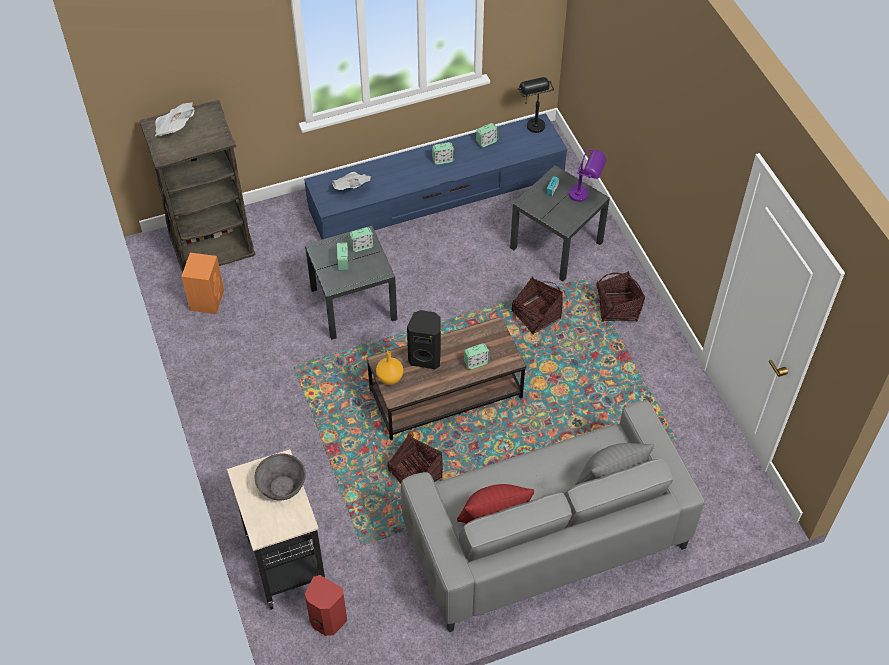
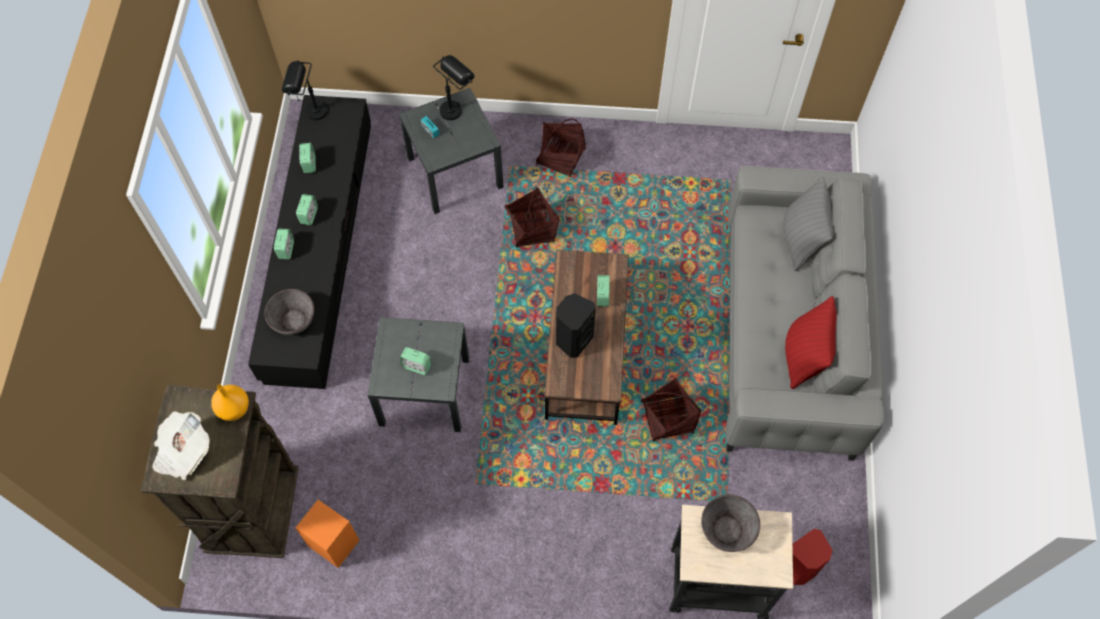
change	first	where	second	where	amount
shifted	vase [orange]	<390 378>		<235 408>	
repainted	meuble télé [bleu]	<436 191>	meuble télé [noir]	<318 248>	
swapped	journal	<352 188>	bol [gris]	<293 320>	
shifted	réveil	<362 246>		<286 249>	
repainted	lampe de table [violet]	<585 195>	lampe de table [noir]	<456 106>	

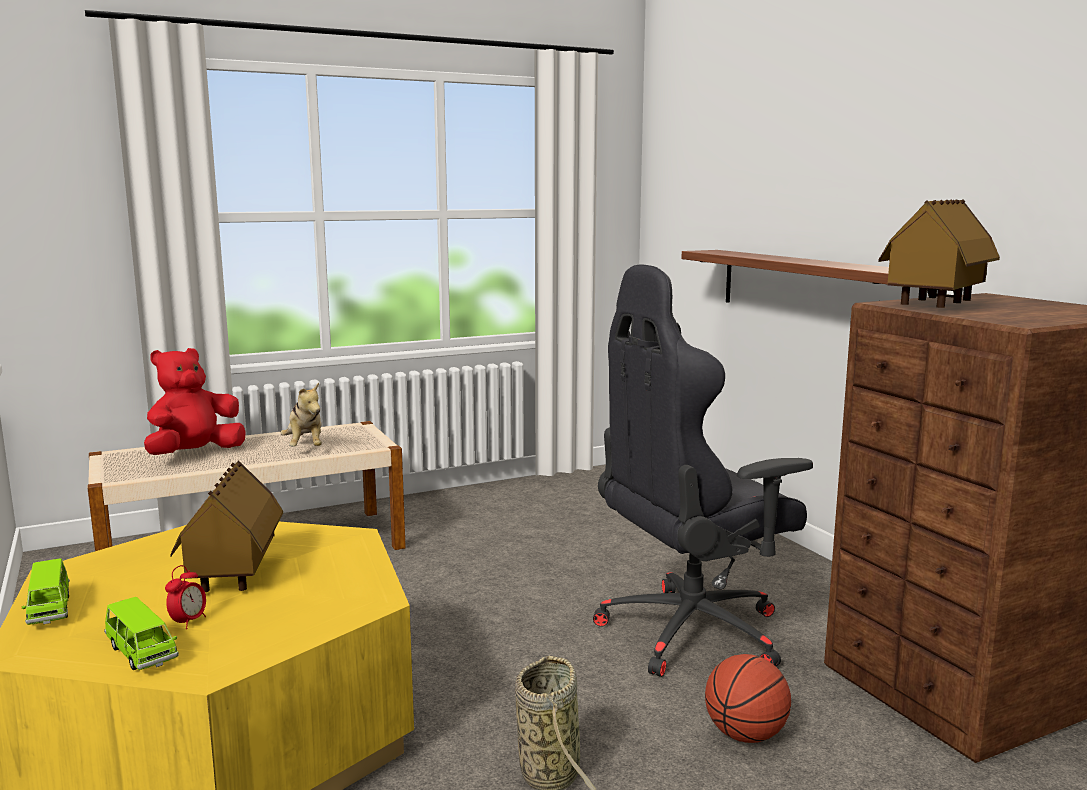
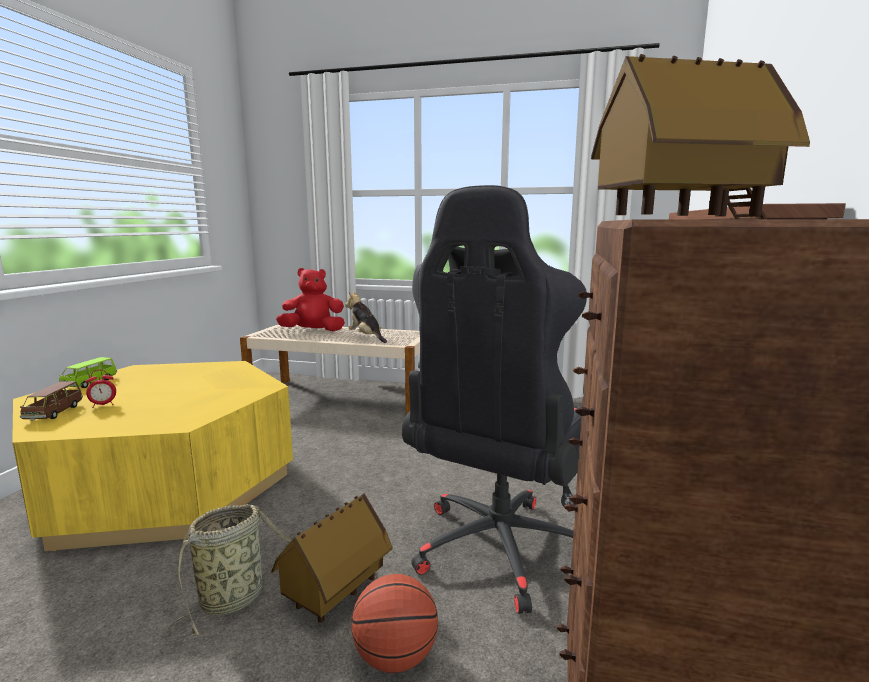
change	first	where	second	where	amount
repainted	petite voiture [vert]	<141 653>	petite voiture [marron]	<54 413>	
shifted	maison miniature	<233 575>		<336 593>	
rotated	peluche	<305 447>		<366 337>	120 degrees clockwise
rotated	chaise de bureau [noir]	<693 631>		<500 546>	75 degrees counterclockwise

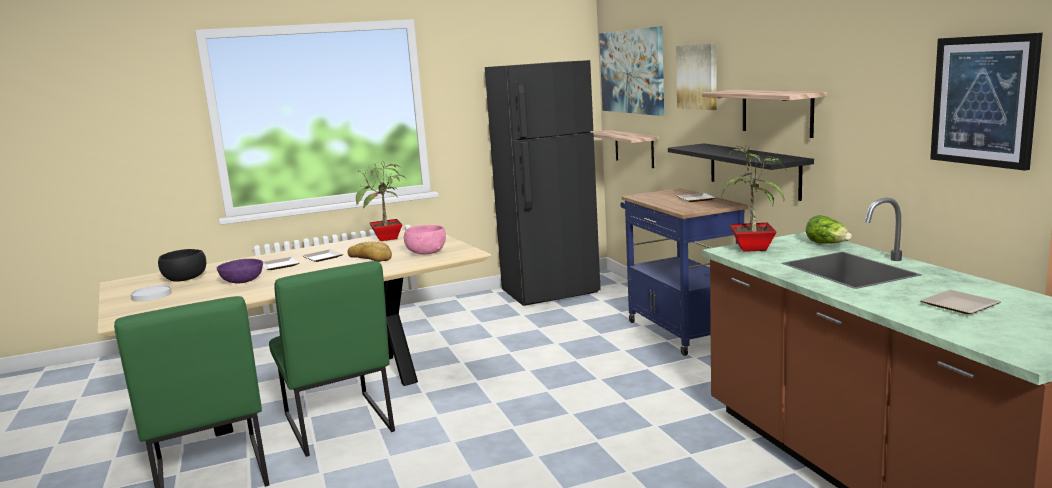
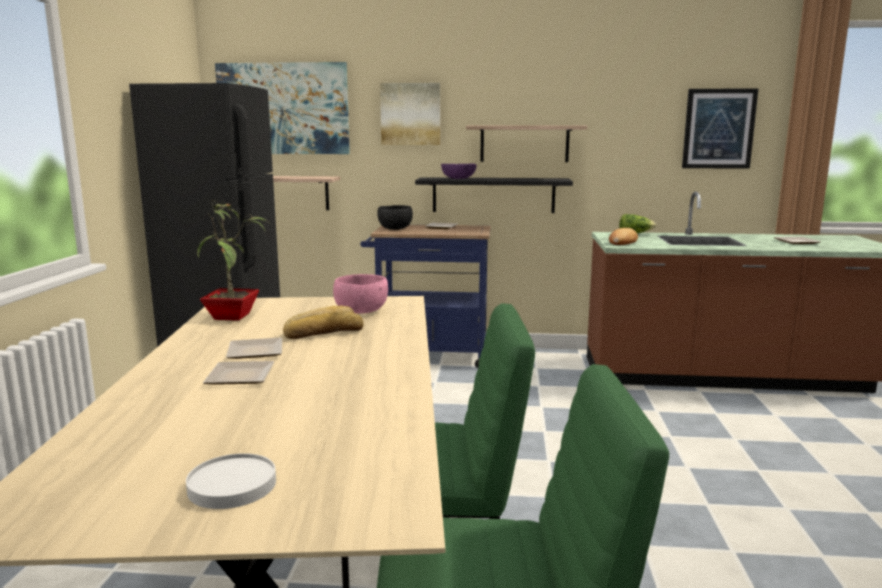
change	first	where	second	where	amount
shifted	bol [noir]	<185 279>		<395 228>	
shifted	bol [violet]	<242 281>		<458 178>	
swapped	plante en pot	<754 248>	pain	<622 242>	

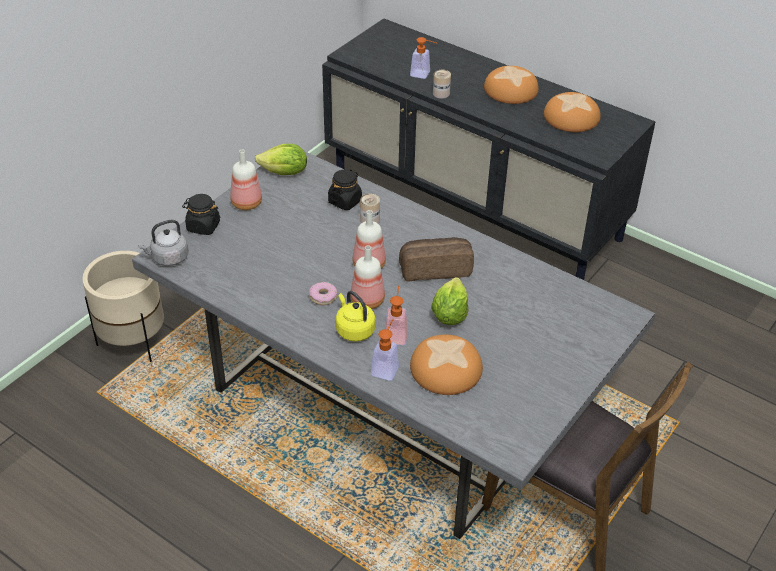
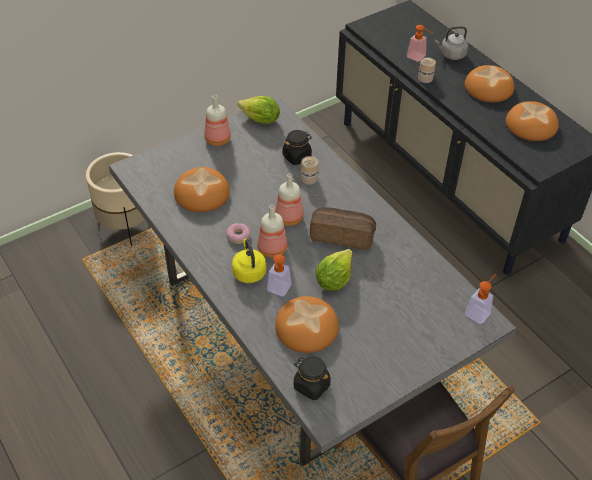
change	first	where	second	where	amount
new			pain	<201 193>	
shifted	bocal [noir]	<203 226>		<311 386>	
shifted	bouilloire [gris]	<168 258>		<451 55>	
shifted	distributeur de savon	<386 367>		<479 311>	

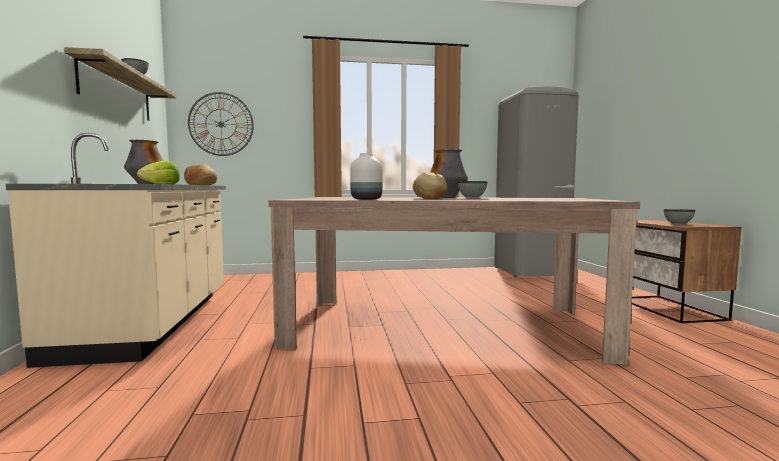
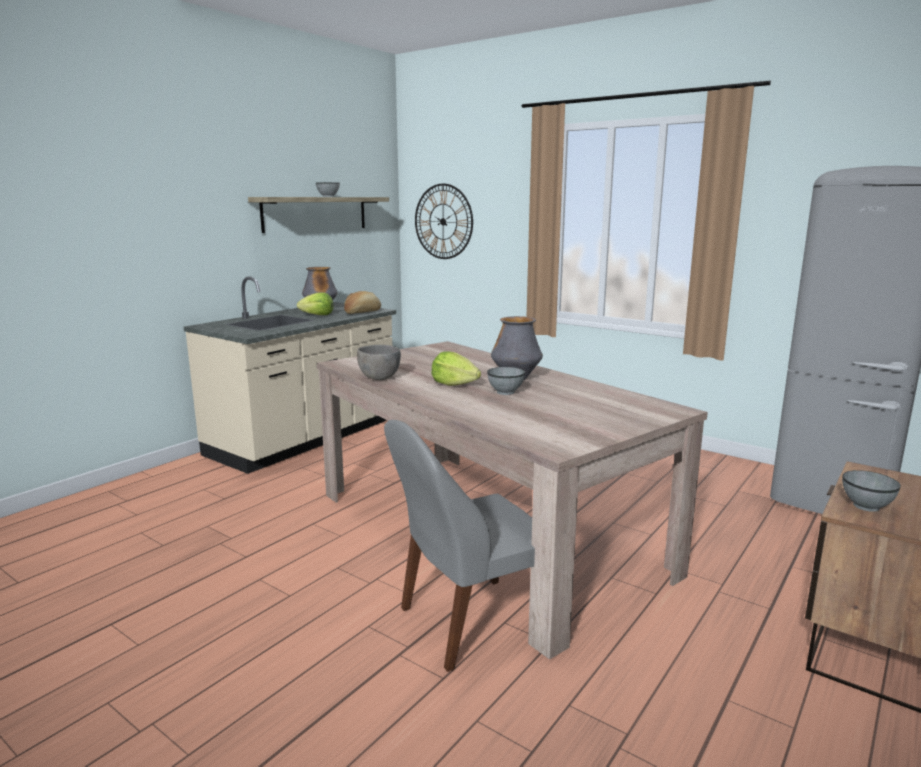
change	first	where	second	where	amount
swapped	vase [blanc]	<365 199>	bol [gris]	<379 378>	
new			chaise [gris]	<469 623>	
swapped	pain	<428 198>	laitue	<454 384>	

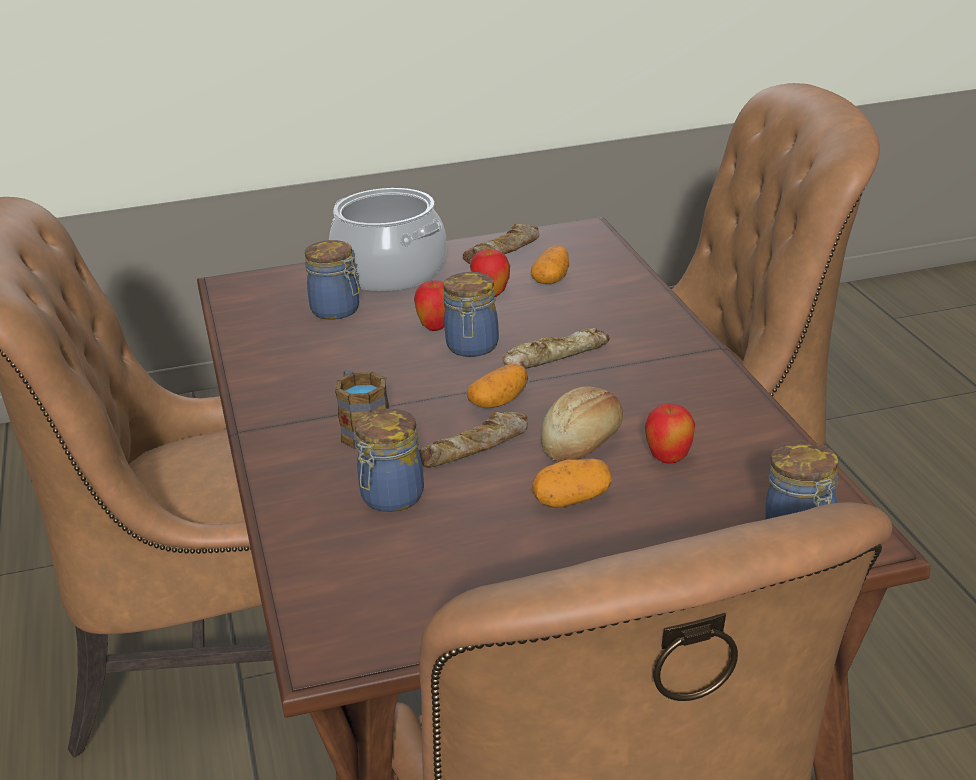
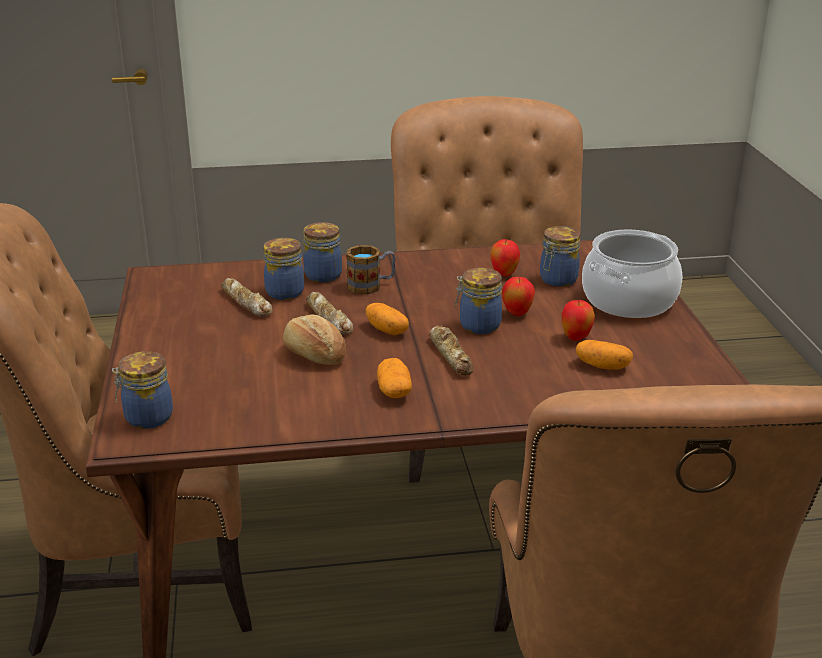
change	first	where	second	where	amount
shifted	pain	<503 251>		<245 303>	
new			bocal	<323 274>	
shifted	pomme de terre	<572 500>		<394 391>	
shifted	pomme	<669 460>		<504 274>	

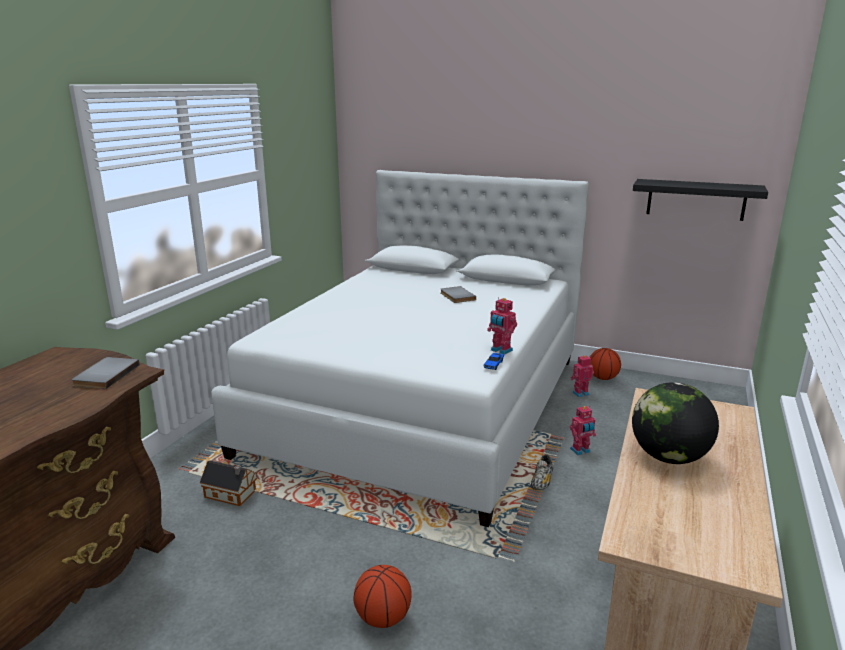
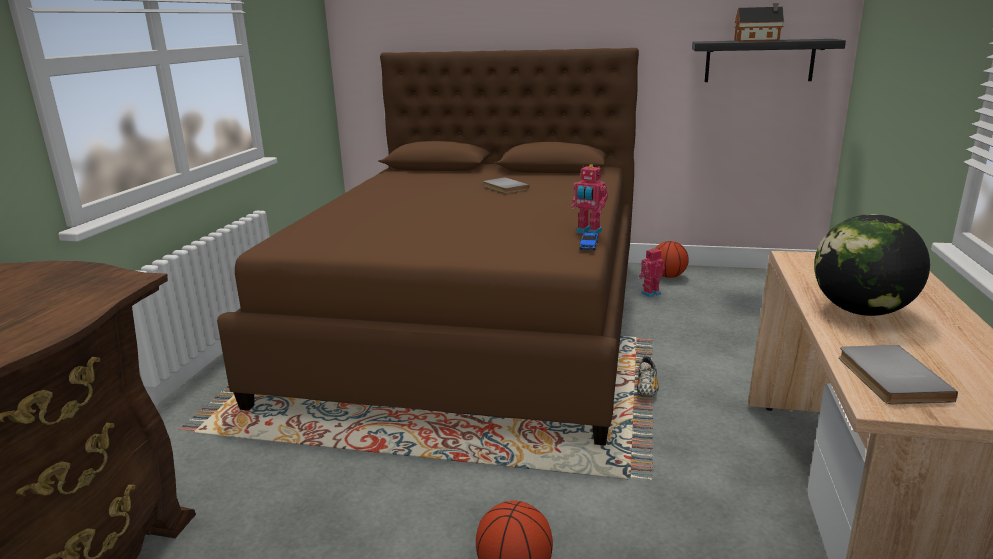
change	first	where	second	where	amount
repainted	lit [blanc]	<422 403>	lit [marron]	<474 322>	
shifted	maison miniature	<231 494>		<758 40>	
shifted	livre [gris]	<104 375>		<888 378>	
gone	robot jouet	<581 451>			

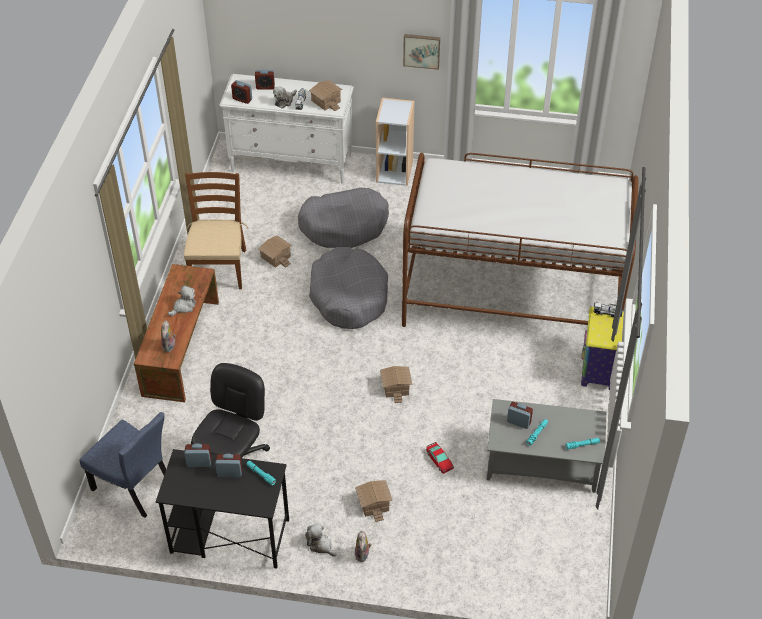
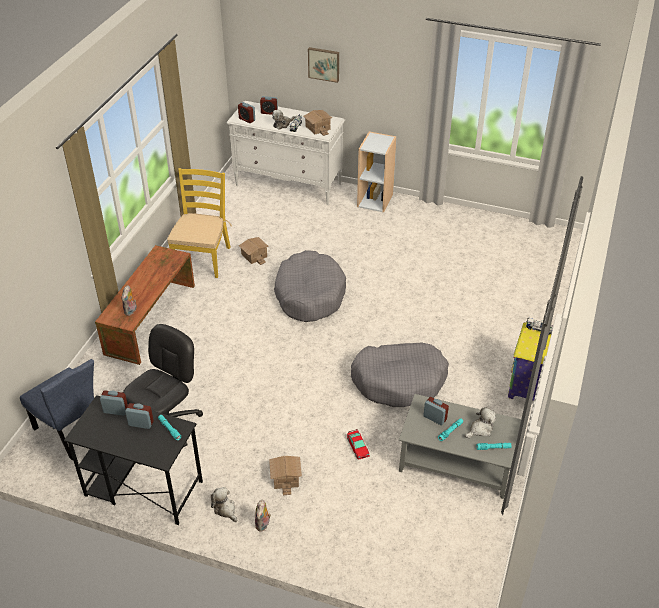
change	first	where	second	where	amount
repainted	chaise [marron]	<219 268>	chaise [jaune]	<202 259>	
shifted	tableau	<421 50>		<324 64>	
shifted	panier pour chien [gris]	<344 226>		<399 381>	
shifted	peluche	<184 307>		<480 429>	
gone	maison miniature	<395 387>			
gone	lit [marron]	<509 295>			

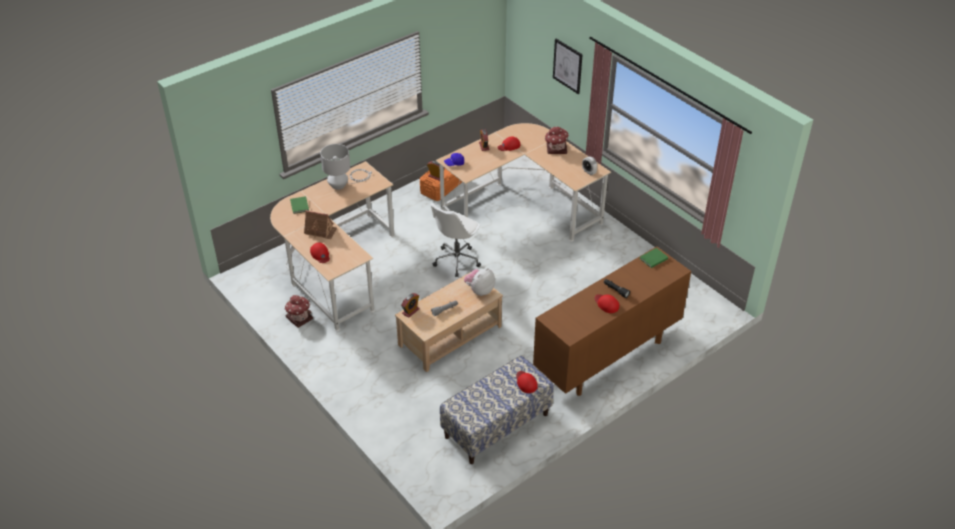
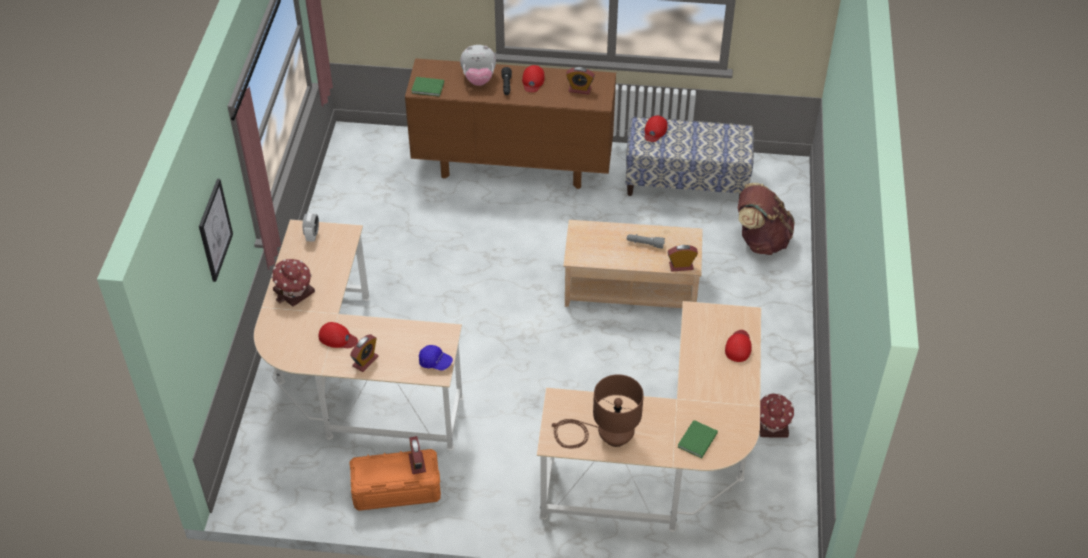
change	first	where	second	where	amount
shifted	peluche	<479 290>		<478 79>	
repainted	lampe de table [blanc]	<347 181>	lampe de table [marron]	<598 436>	
new			réveil	<579 89>	
new			sac à dos [marron]	<761 240>	
gone	maison miniature	<320 231>			
gone	chaise de bureau [blanc]	<455 261>			

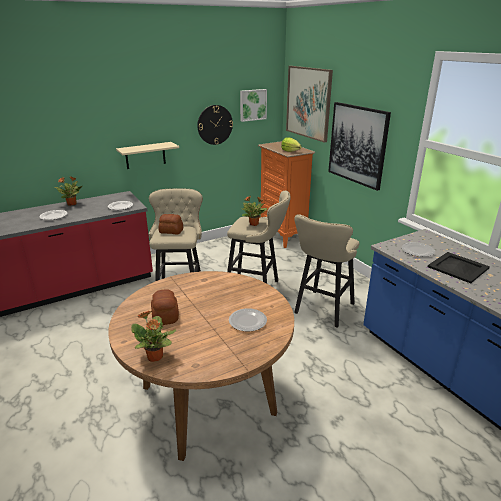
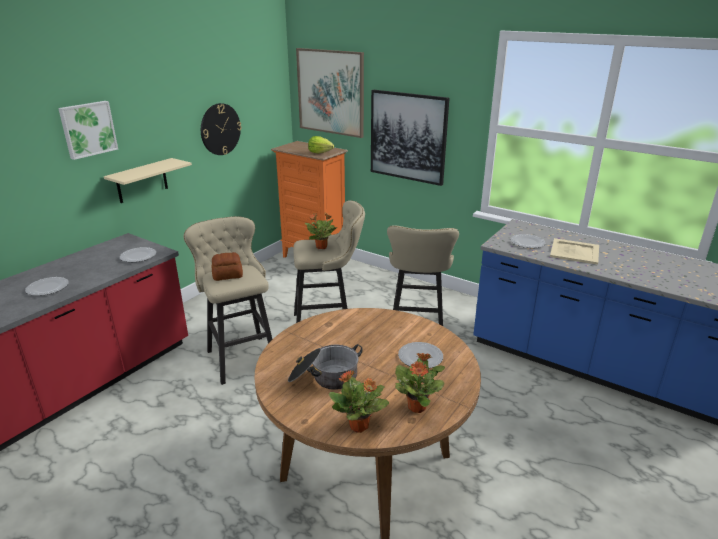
change	first	where	second	where	amount
shifted	tableau	<252 105>		<88 129>	
swapped	pain	<165 316>	marmite	<324 378>	
shifted	plante en pot	<72 204>		<417 406>	
repainted	plateau [noir]	<458 268>	plateau [beige]	<575 252>	

